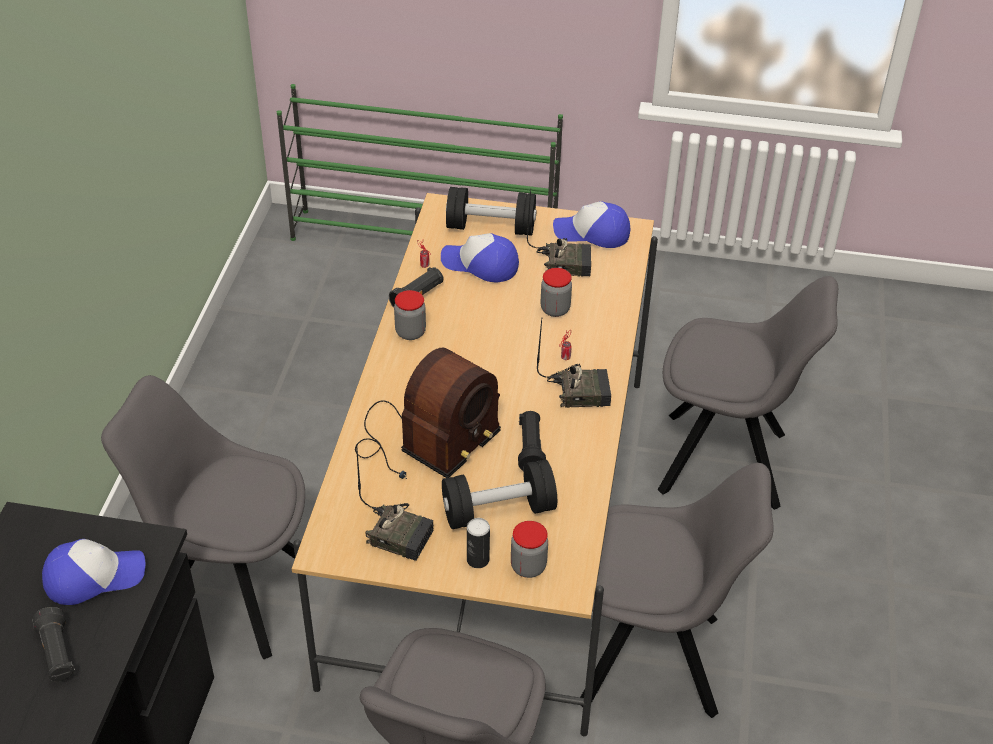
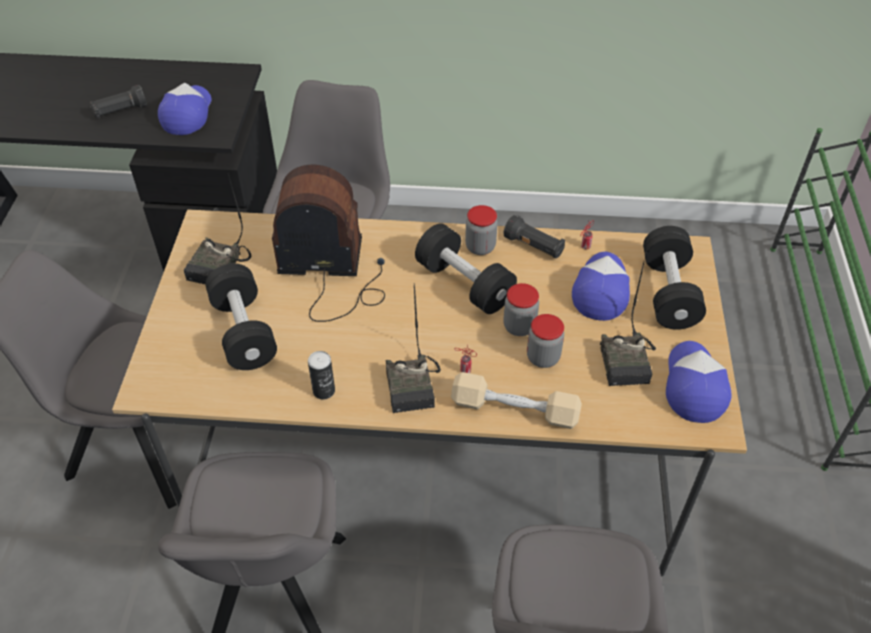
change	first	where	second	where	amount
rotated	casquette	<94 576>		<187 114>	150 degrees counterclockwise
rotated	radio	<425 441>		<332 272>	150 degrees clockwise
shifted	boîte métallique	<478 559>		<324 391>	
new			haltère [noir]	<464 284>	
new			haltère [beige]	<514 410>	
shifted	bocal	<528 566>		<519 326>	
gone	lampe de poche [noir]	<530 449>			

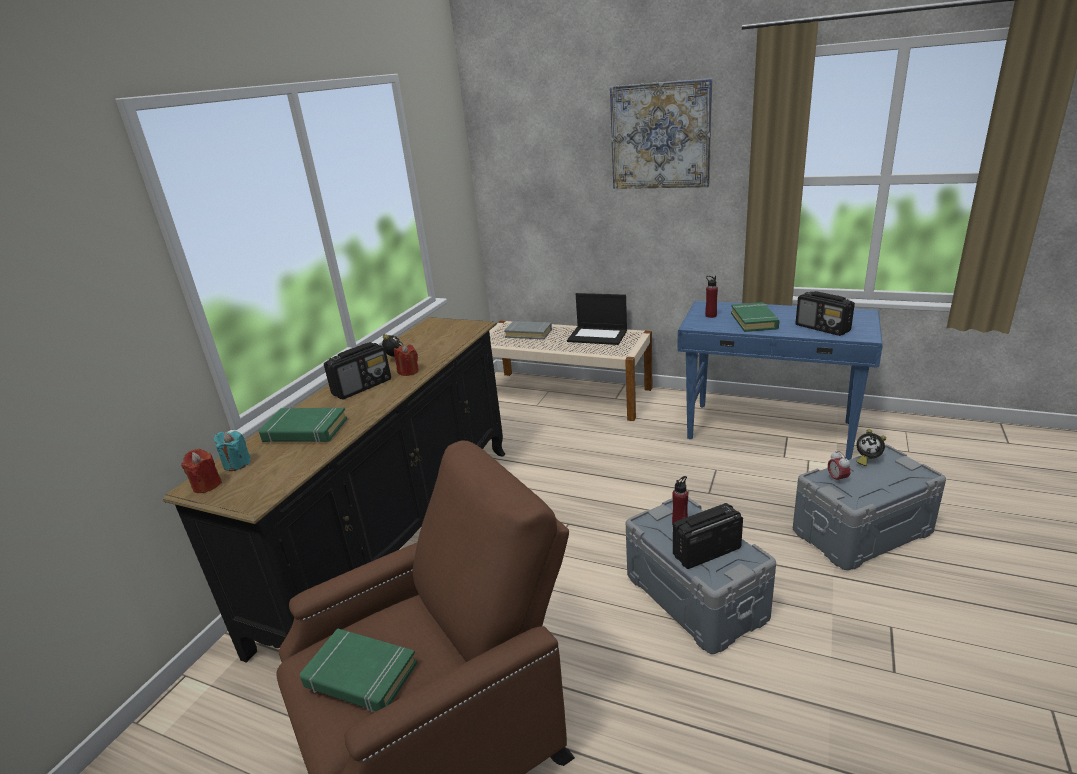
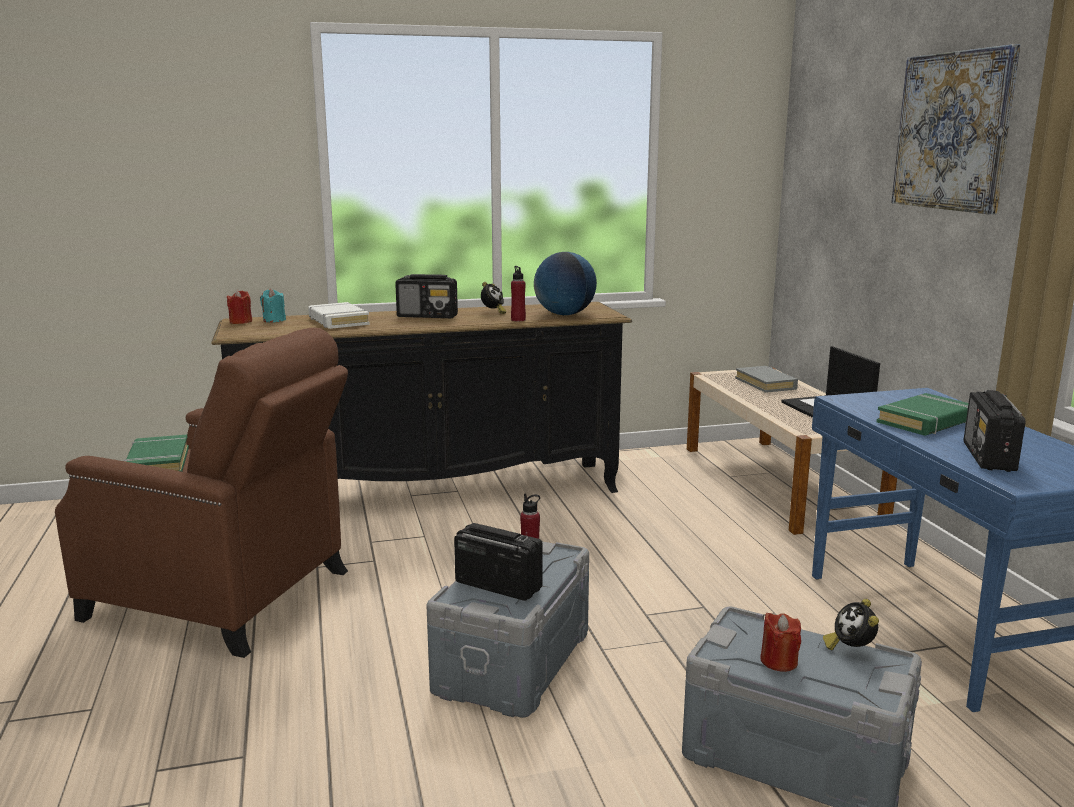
change	first	where	second	where	amount
repainted	livre [vert]	<305 431>	livre [blanc]	<338 321>	
shifted	bouteille [rouge]	<710 315>		<518 320>	
new			globe	<564 314>	
shifted	bougie [rouge]	<408 371>		<778 661>	
gone	réveil	<837 479>			

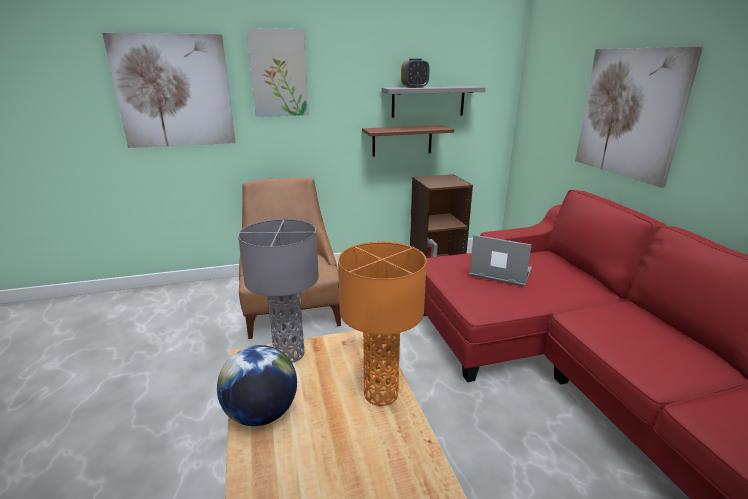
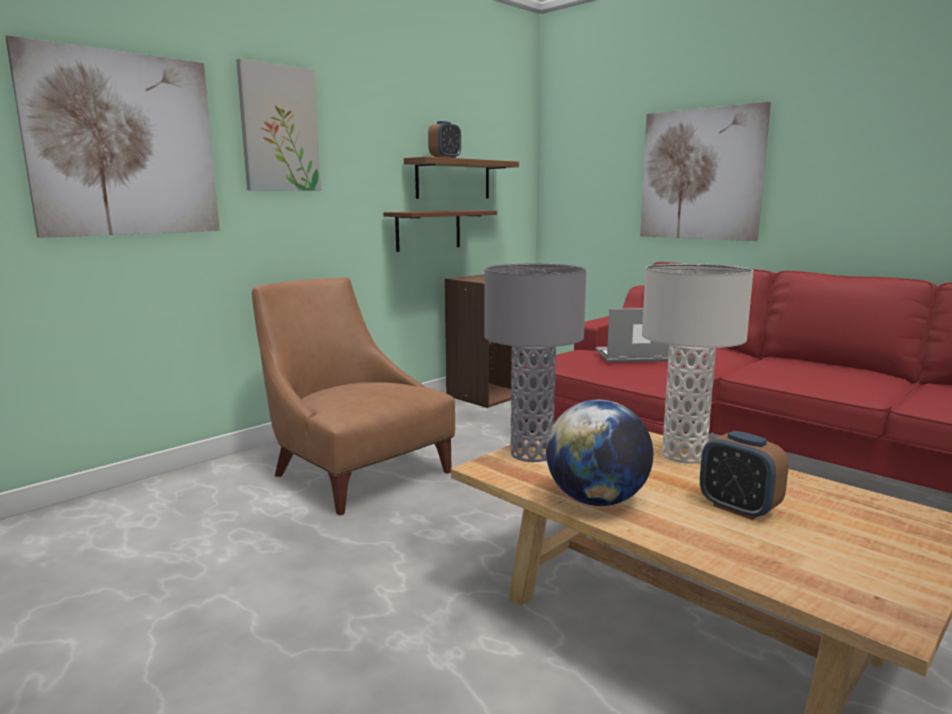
change	first	where	second	where	amount
repainted	étagère [gris]	<428 101>	étagère [marron]	<453 179>	
repainted	lampe de table [orange]	<381 394>	lampe de table [blanc]	<684 455>	
new			réveil	<738 508>	

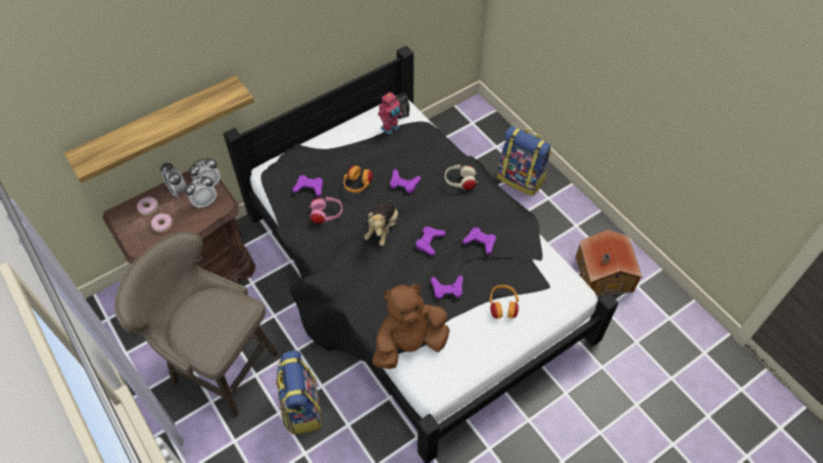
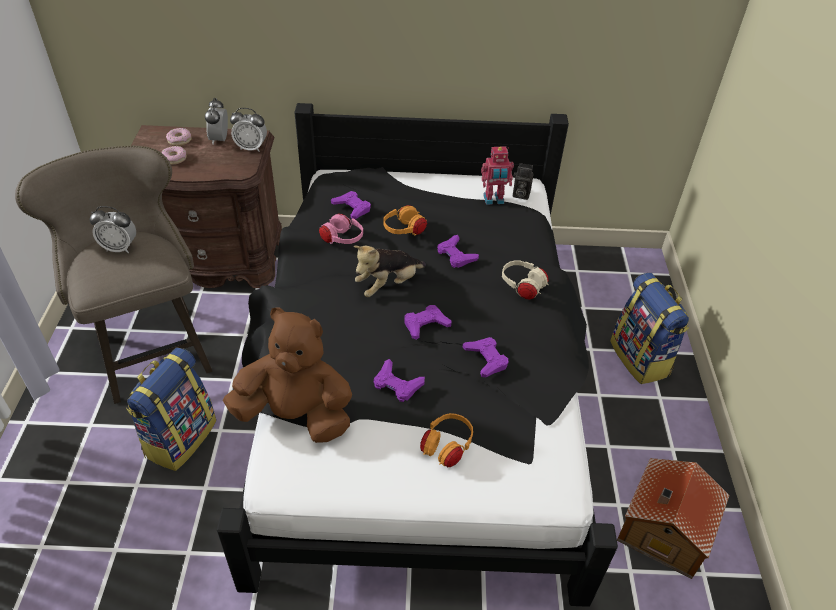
change	first	where	second	where	amount
shifted	réveil	<204 202>		<120 248>	
gone	étagère	<159 127>			

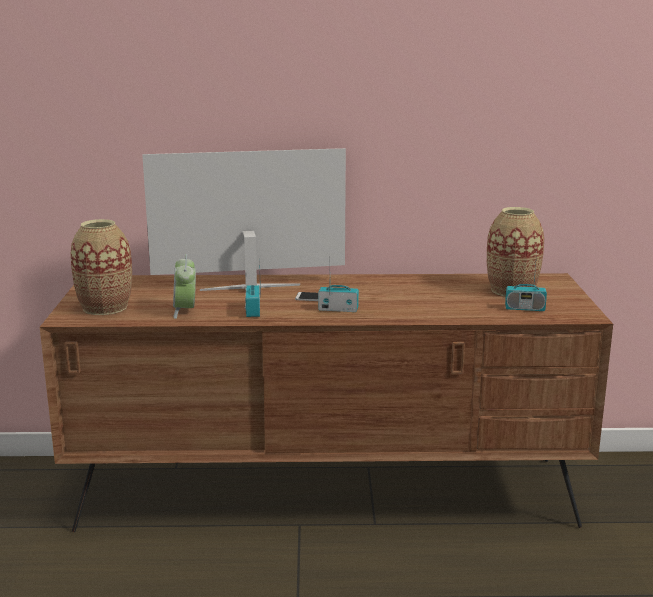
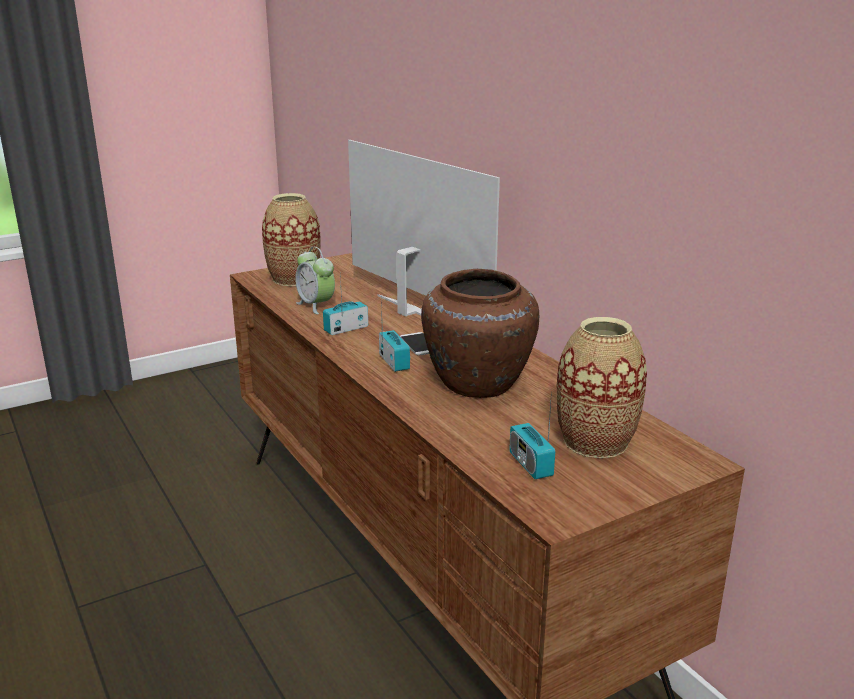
change	first	where	second	where	amount
rotated	réveil	<185 311>		<316 306>	90 degrees counterclockwise
new			vase [marron]	<477 385>	

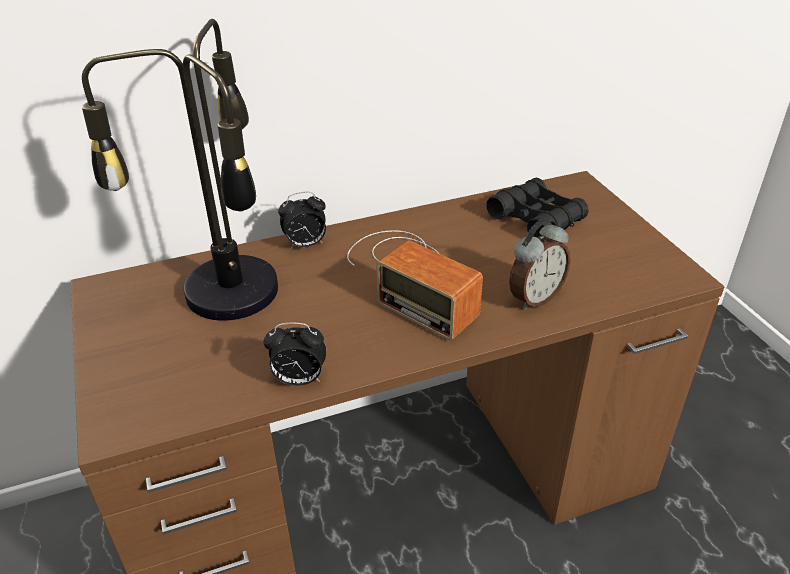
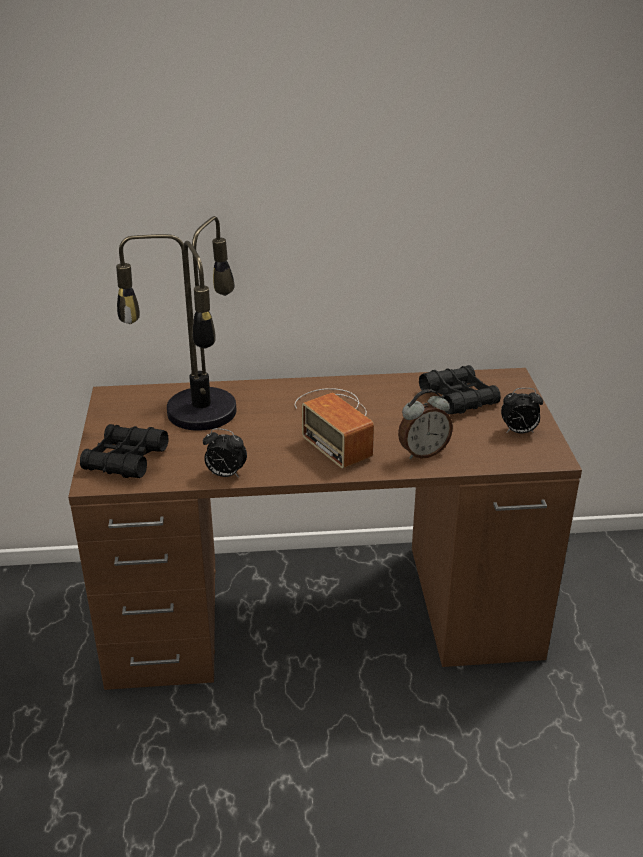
change	first	where	second	where	amount
new			jumelles [noir]	<125 460>	
shifted	réveil	<305 245>		<518 432>	

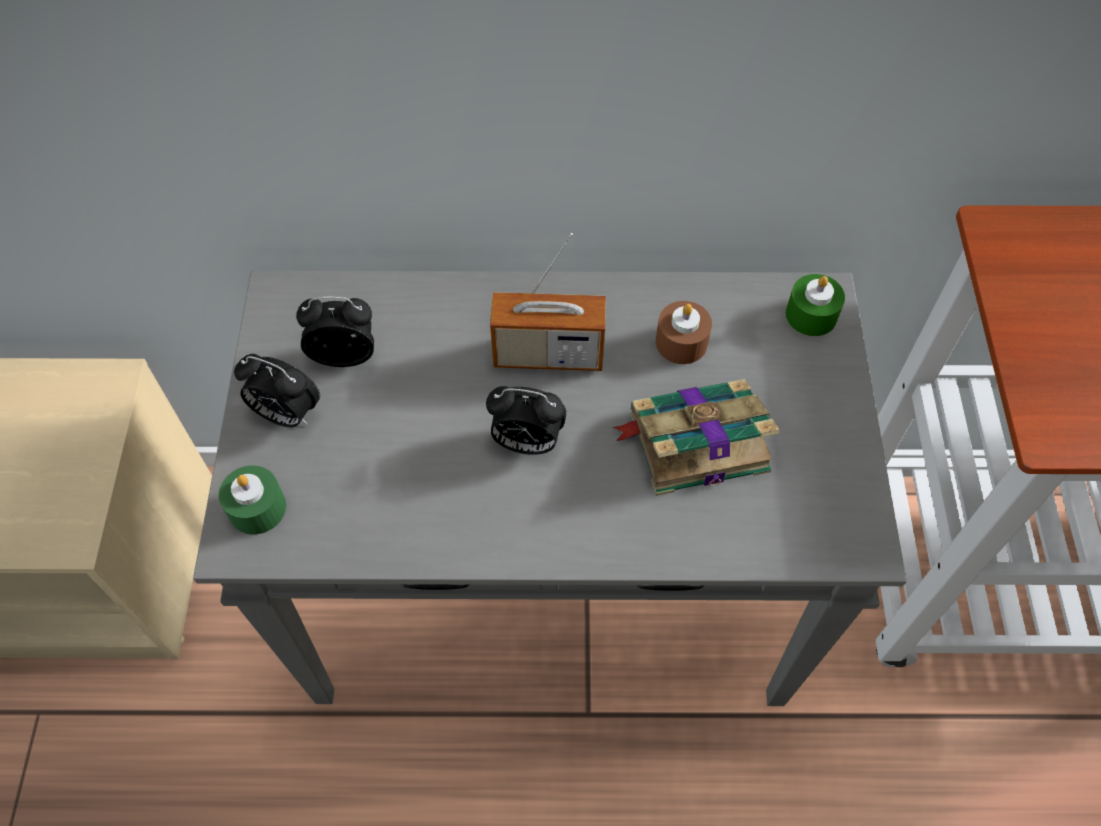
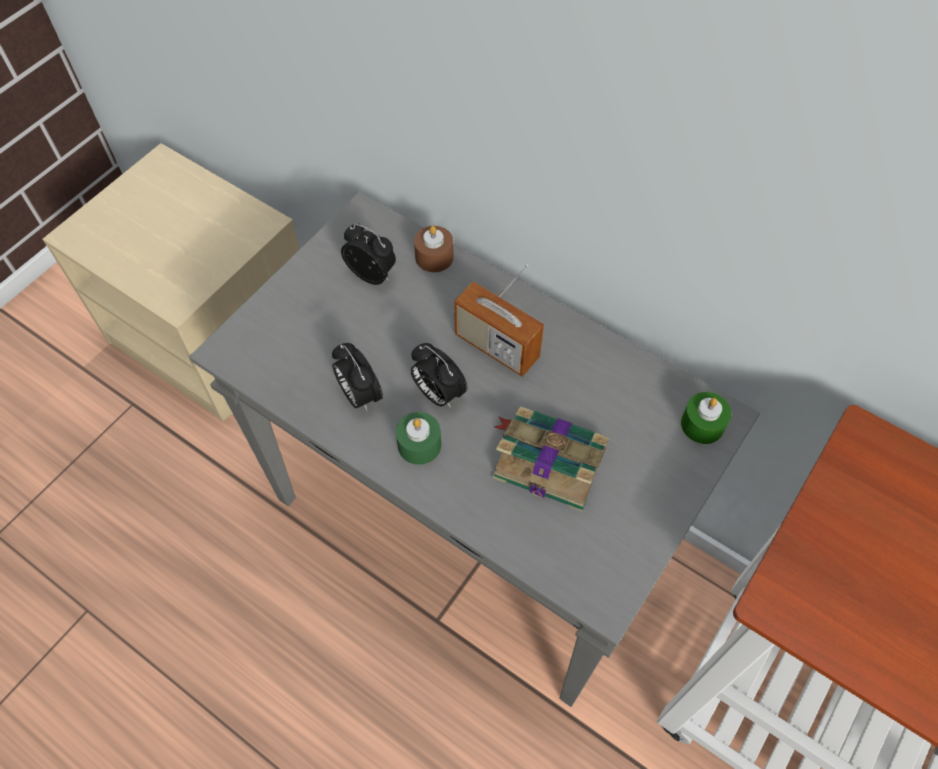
change	first	where	second	where	amount
shifted	réveil	<286 414>		<359 395>	
shifted	bougie [vert]	<257 508>		<419 445>	
shifted	bougie [marron]	<681 342>		<434 257>	

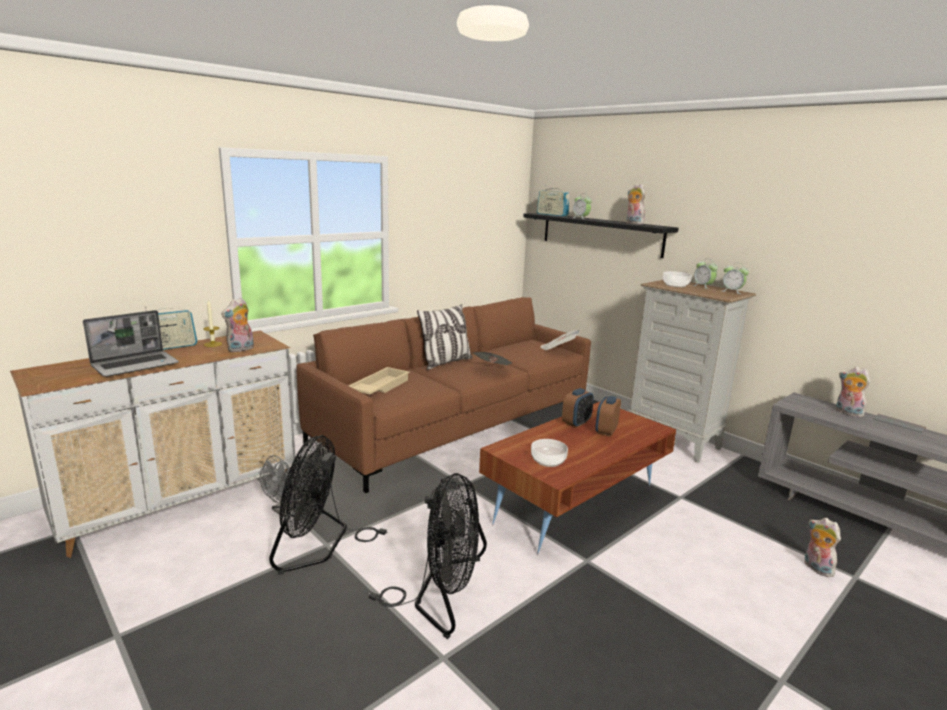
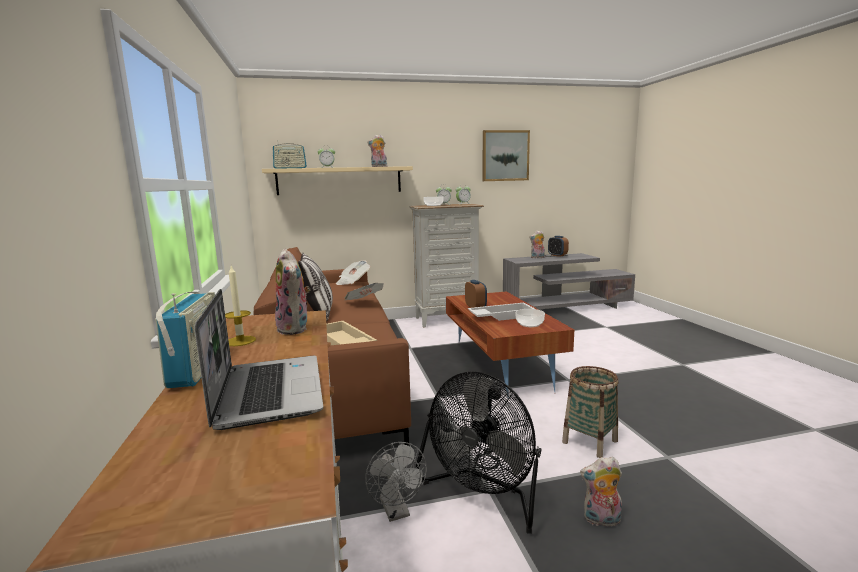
change	first	where	second	where	amount
repainted	étagère [noir]	<600 234>	étagère [beige]	<339 181>	
new			plateau [blanc]	<501 316>	
new			tableau	<505 156>	
shifted	réveil	<606 431>		<557 255>	
swapped	ventilateur [noir]	<440 593>	panier	<589 441>	
shifted	peluche	<816 568>		<601 520>	

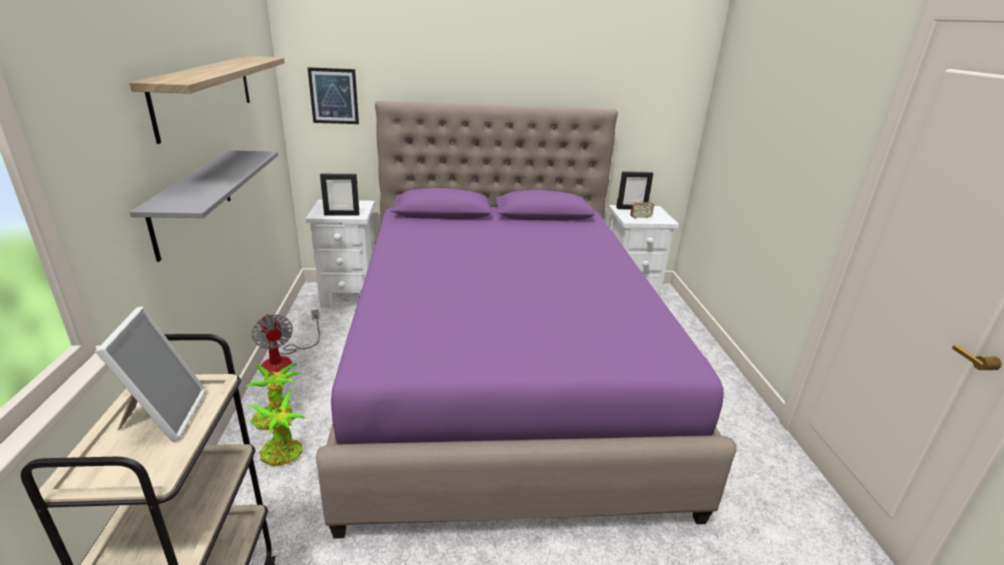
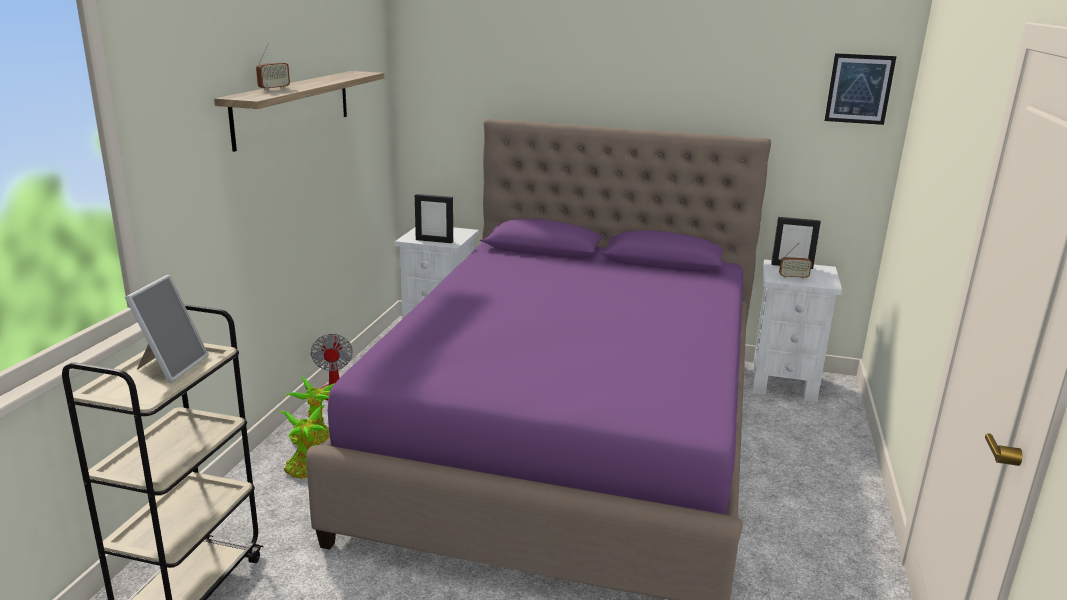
change	first	where	second	where	amount
new			radio	<274 89>	
shifted	tableau	<334 96>		<859 89>	
gone	étagère [gris]	<192 201>			

